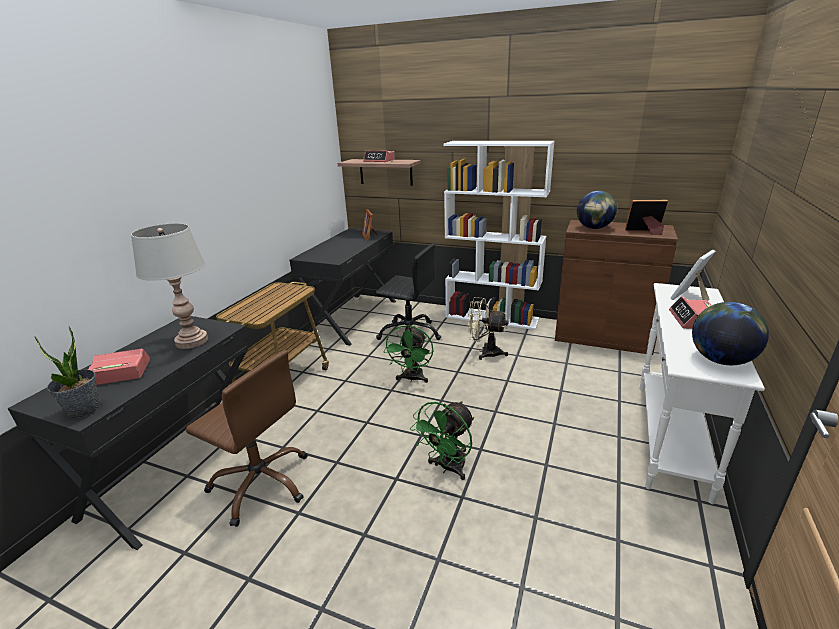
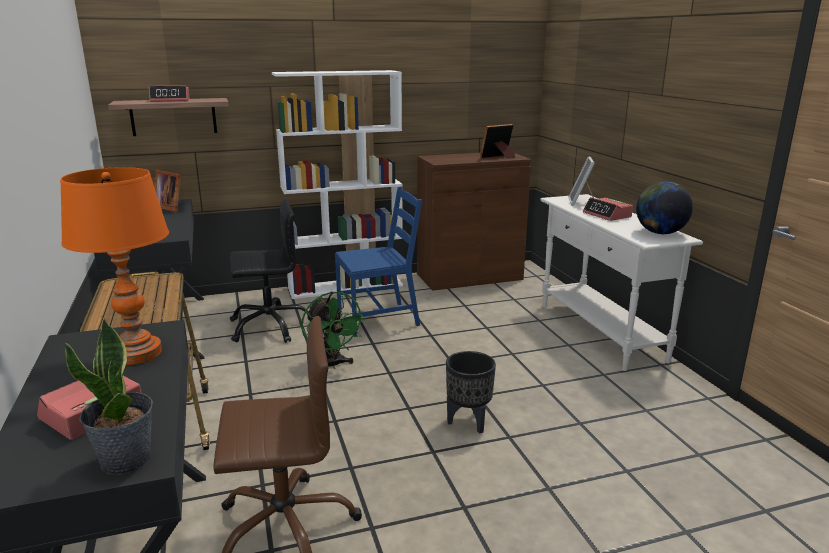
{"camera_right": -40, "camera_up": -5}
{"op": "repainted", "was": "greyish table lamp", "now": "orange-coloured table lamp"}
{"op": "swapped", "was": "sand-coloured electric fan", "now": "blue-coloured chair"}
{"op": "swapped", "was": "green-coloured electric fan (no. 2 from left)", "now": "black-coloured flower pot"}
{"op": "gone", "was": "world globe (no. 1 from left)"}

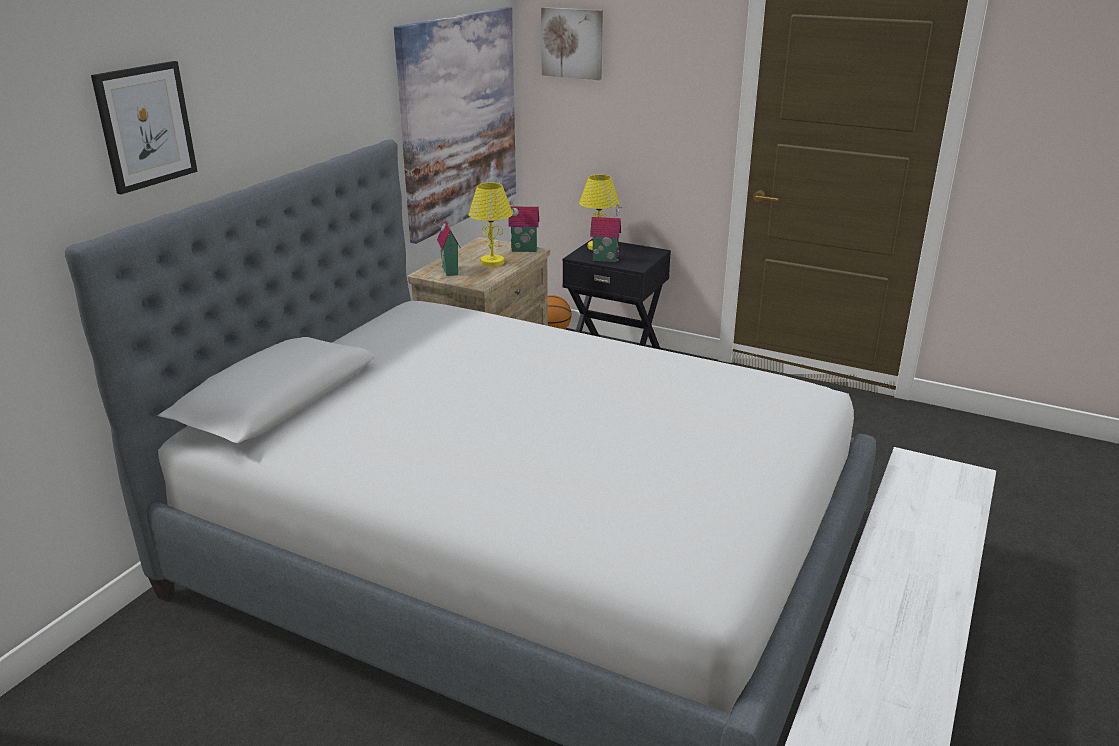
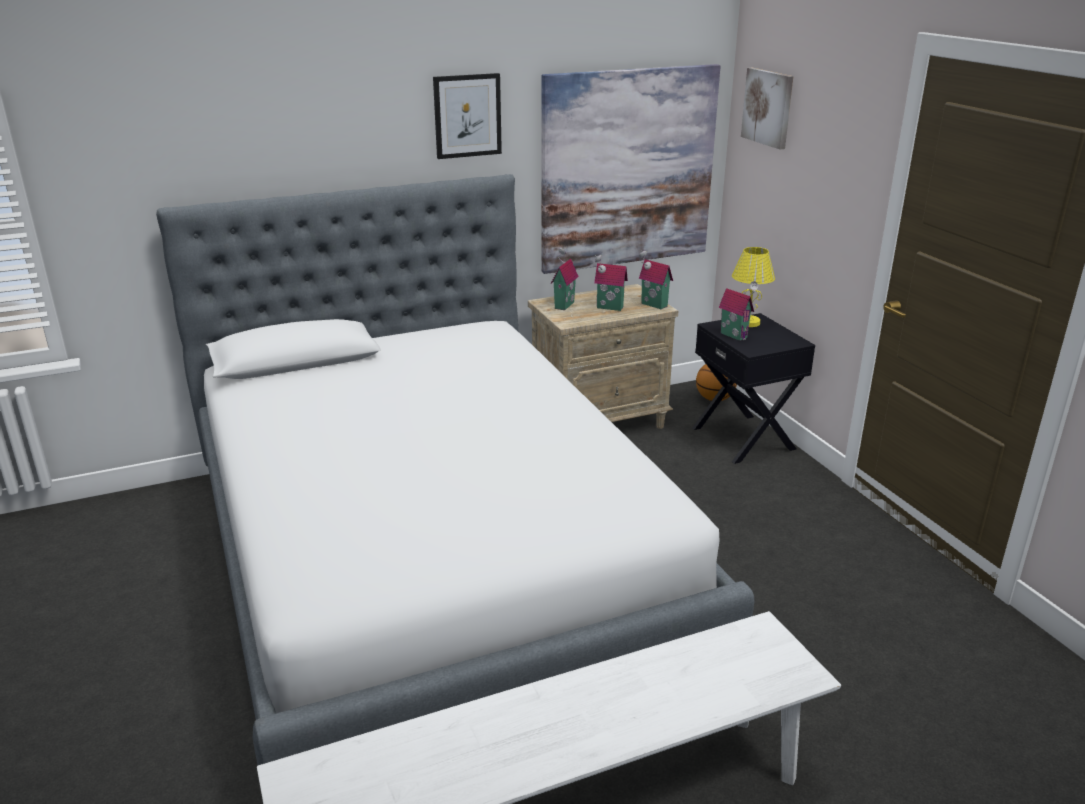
{"camera_right": 40, "camera_up": 0}
{"op": "shifted", "was": "wall picture (no. 1 from left)"}
{"op": "swapped", "was": "yellow-coloured table lamp (no. 1 from left)", "now": "miniature house (no. 2 from left)"}

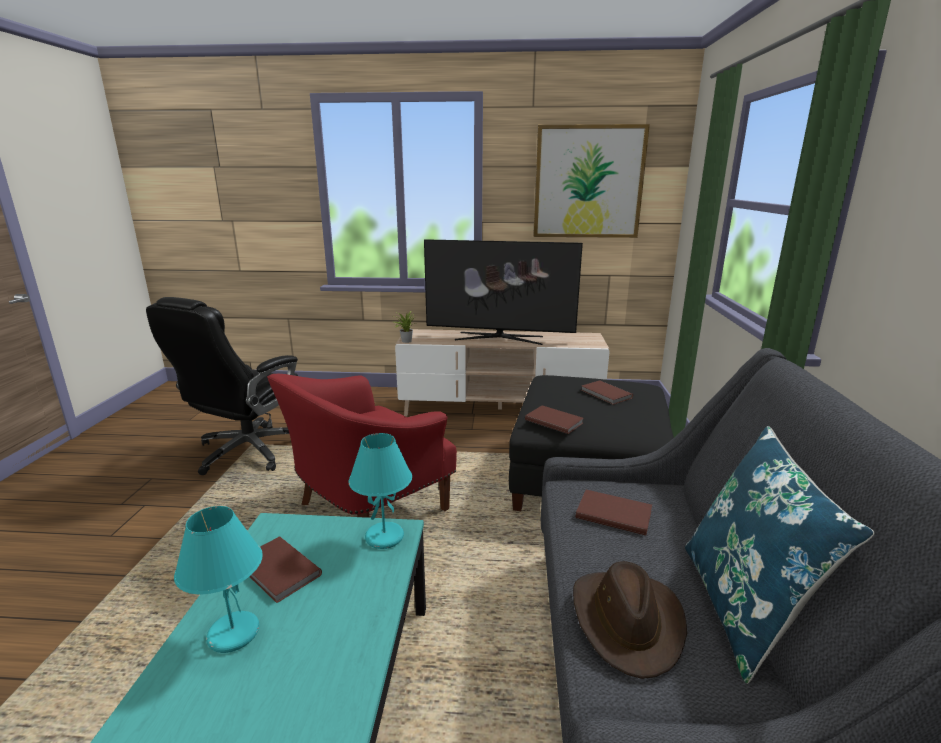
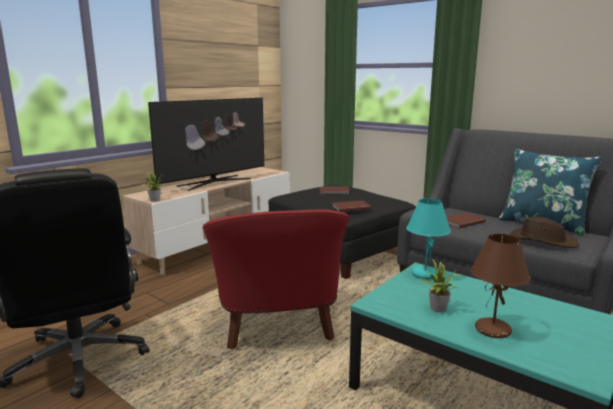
{"camera_right": -55, "camera_up": -5}
{"op": "swapped", "was": "brown-coloured bound book (no. 1 from left)", "now": "potted plant (no. 2 from left)"}
{"op": "repainted", "was": "turquoise table lamp (no. 1 from left)", "now": "brown-coloured table lamp"}
{"op": "gone", "was": "wall picture"}

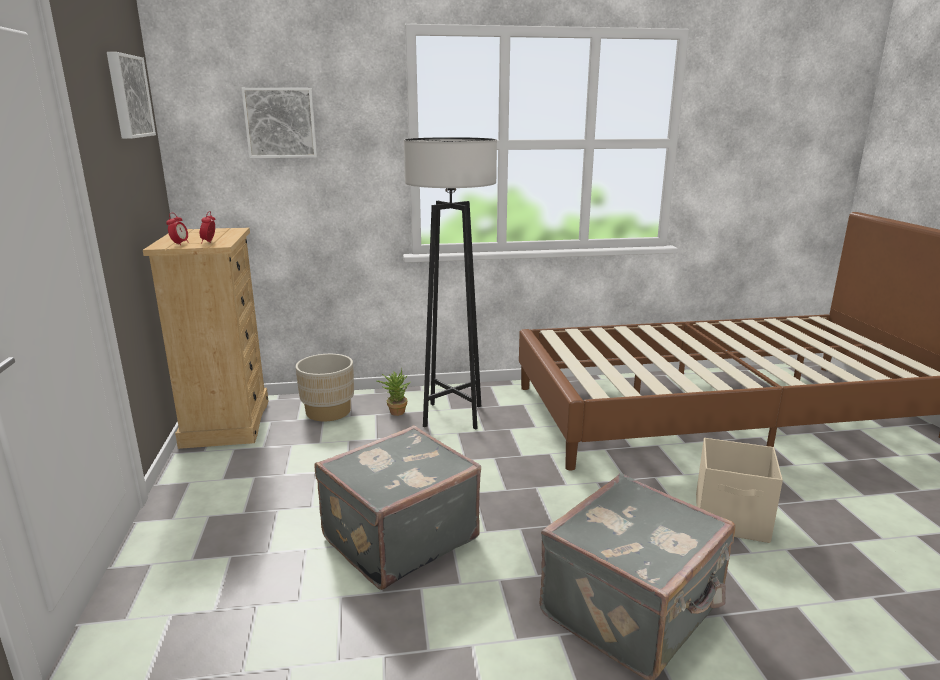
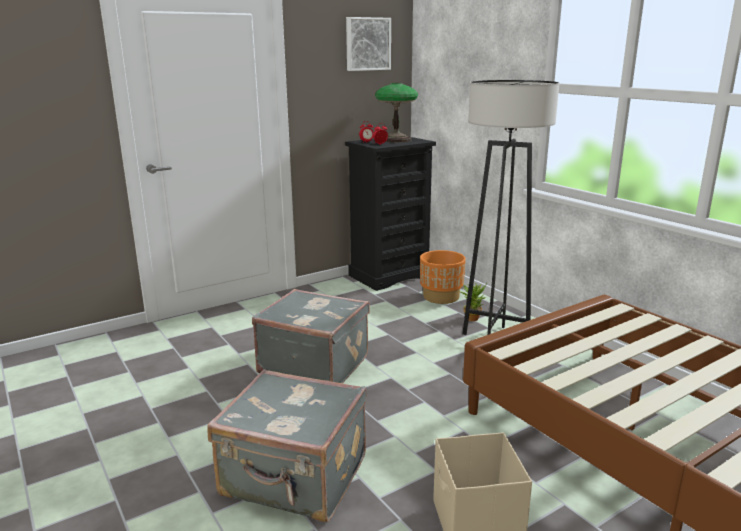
{"camera_right": 65, "camera_up": 0}
{"op": "repainted", "was": "sand-coloured drawer chest", "now": "black-coloured drawer chest"}
{"op": "new", "now": "table lamp"}
{"op": "repainted", "was": "sand-coloured flower pot", "now": "orange-coloured flower pot"}
{"op": "gone", "was": "wall picture (no. 2 from left)"}

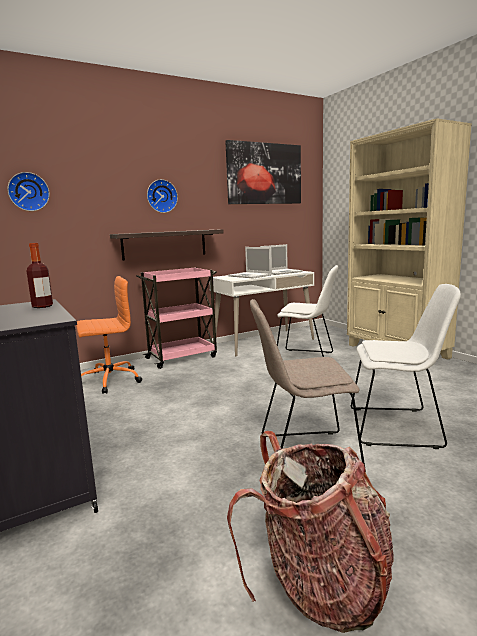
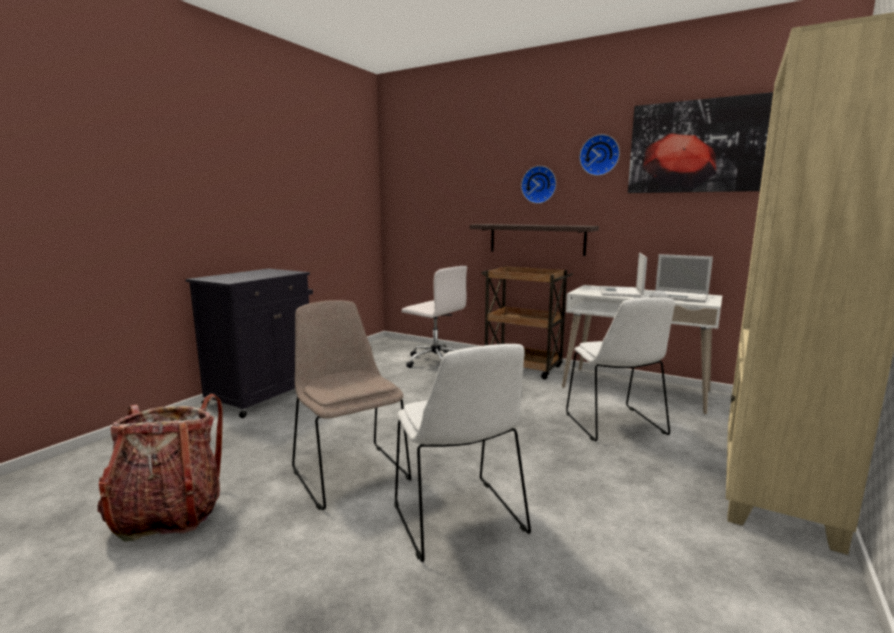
{"camera_right": 60, "camera_up": 0}
{"op": "repainted", "was": "orange-coloured computer chair", "now": "white-coloured computer chair"}
{"op": "repainted", "was": "pink-coloured trolley", "now": "brown-coloured trolley"}
{"op": "shifted", "was": "clock on the wall (no. 1 from left in the first image)", "now": "clock on the wall (no. 2 from left)"}
{"op": "gone", "was": "beverage bottle"}

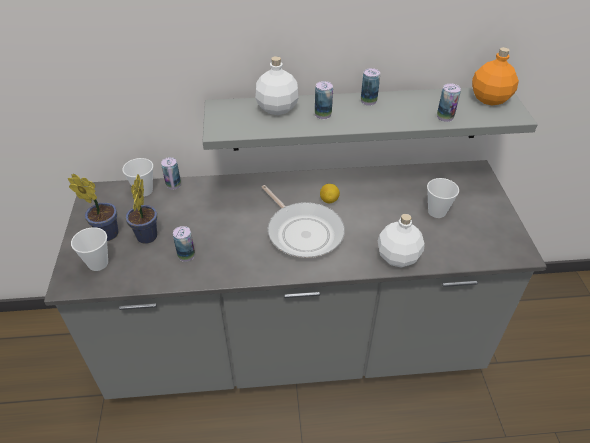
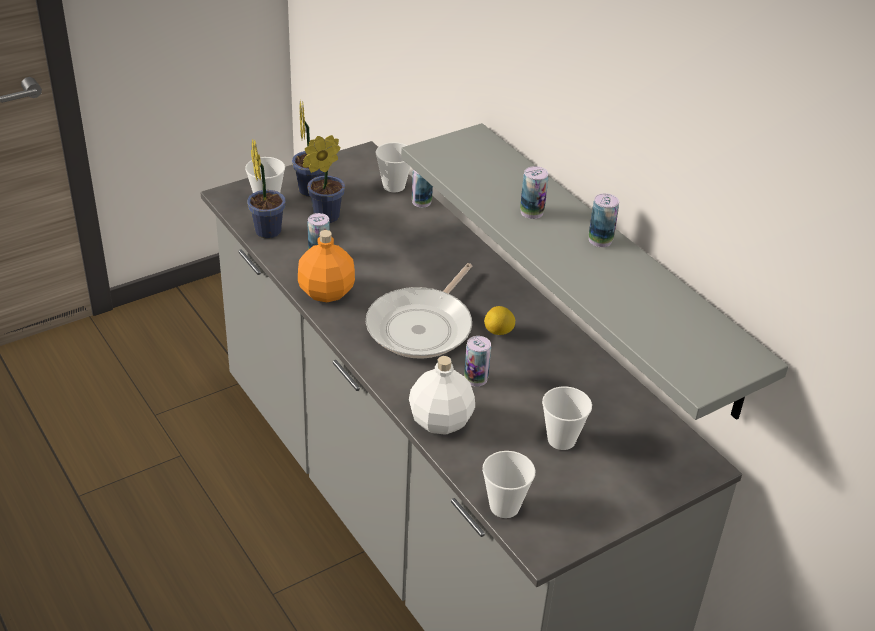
{"camera_right": 60, "camera_up": -5}
{"op": "new", "now": "potted plant (no. 1 from left)"}
{"op": "shifted", "was": "orange-coloured beverage bottle"}
{"op": "shifted", "was": "can (no. 5 from left in the first image)", "now": "can (no. 3 from left)"}
{"op": "new", "now": "cup (no. 3 from left)"}
{"op": "gone", "was": "white-coloured beverage bottle (no. 1 from left)"}

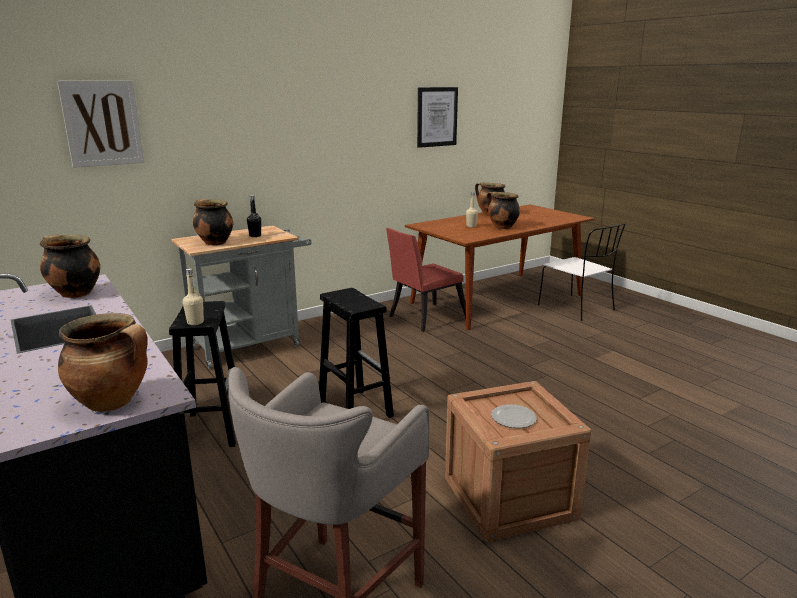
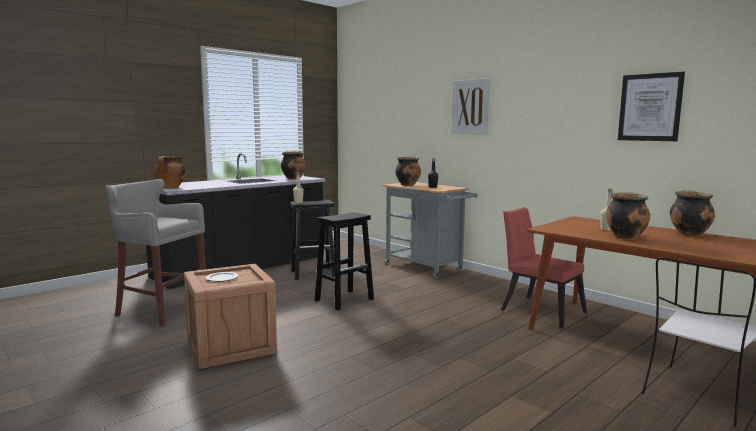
{"camera_right": 80, "camera_up": -10}
{"op": "shifted", "was": "wall picture (no. 1 from left)"}

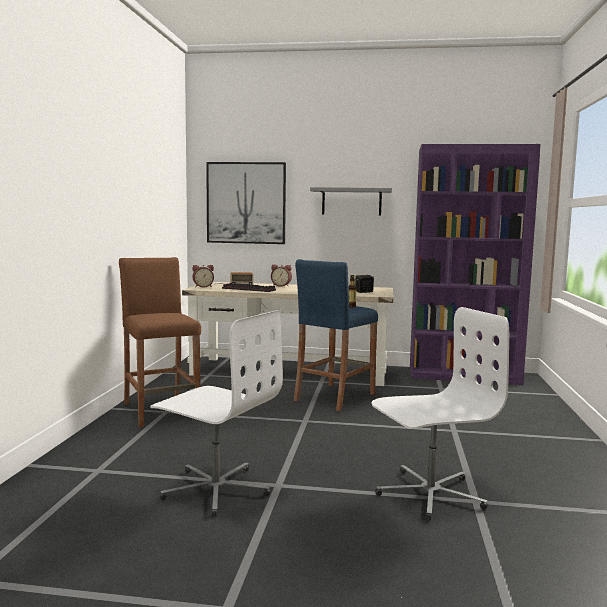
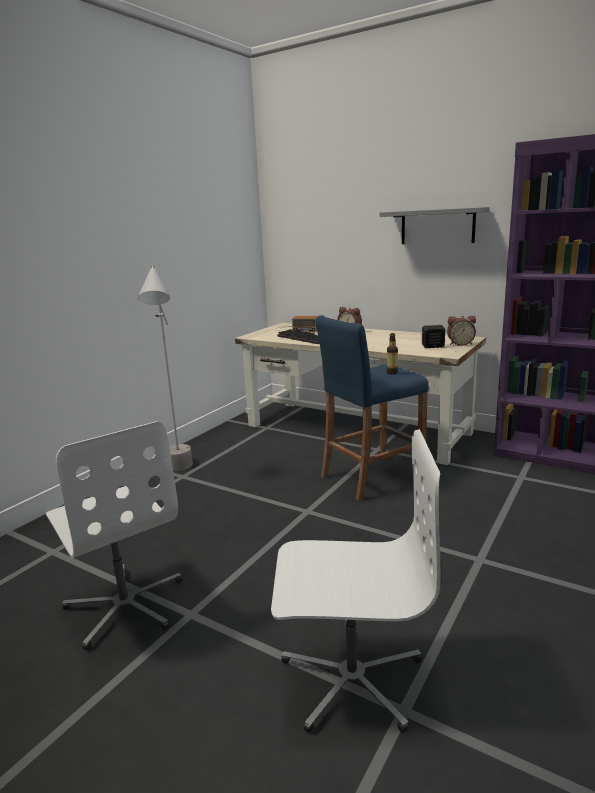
{"camera_right": 25, "camera_up": 10}
{"op": "swapped", "was": "brown-coloured stool", "now": "greyish floor lamp"}
{"op": "shifted", "was": "table clock (no. 1 from left in the first image)", "now": "table clock (no. 2 from left)"}
{"op": "gone", "was": "wall picture"}

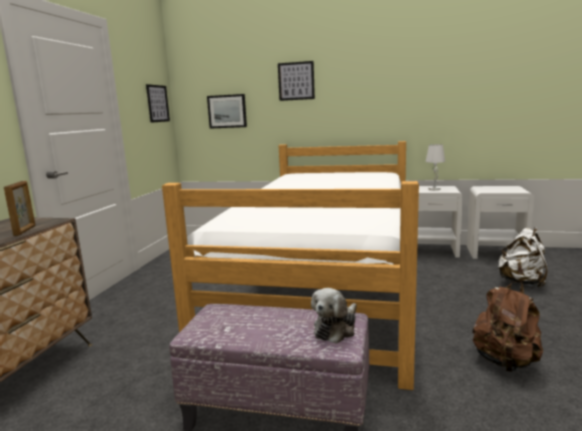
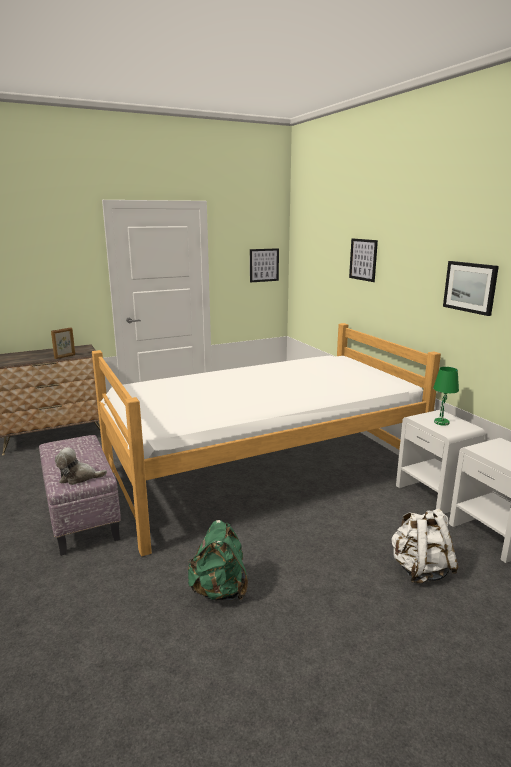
{"camera_right": 50, "camera_up": 5}
{"op": "repainted", "was": "brown-coloured rucksack", "now": "green-coloured rucksack"}
{"op": "repainted", "was": "white-coloured table lamp", "now": "green-coloured table lamp"}
{"op": "shifted", "was": "wall picture (no. 2 from left in the first image)", "now": "wall picture (no. 3 from left)"}

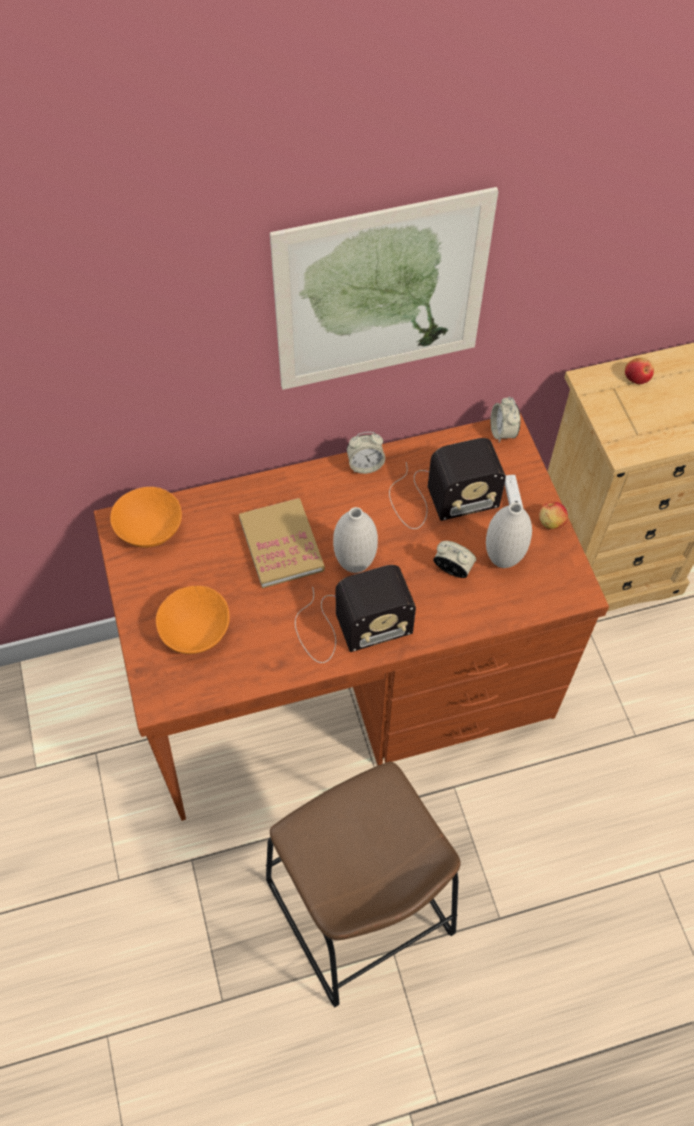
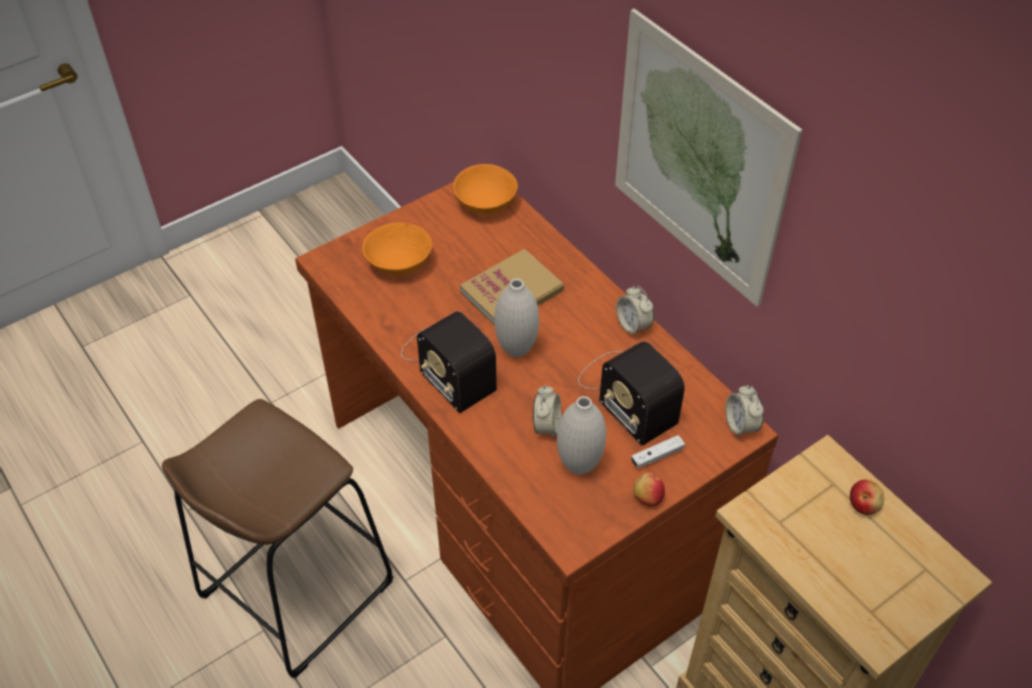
{"camera_right": 70, "camera_up": -10}
{"op": "rotated", "was": "table clock (no. 3 from left)", "clockwise": -75}

